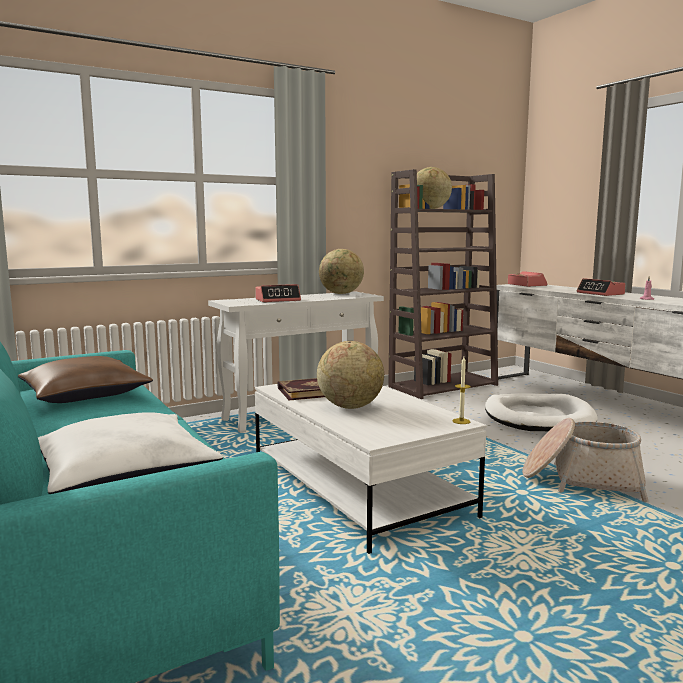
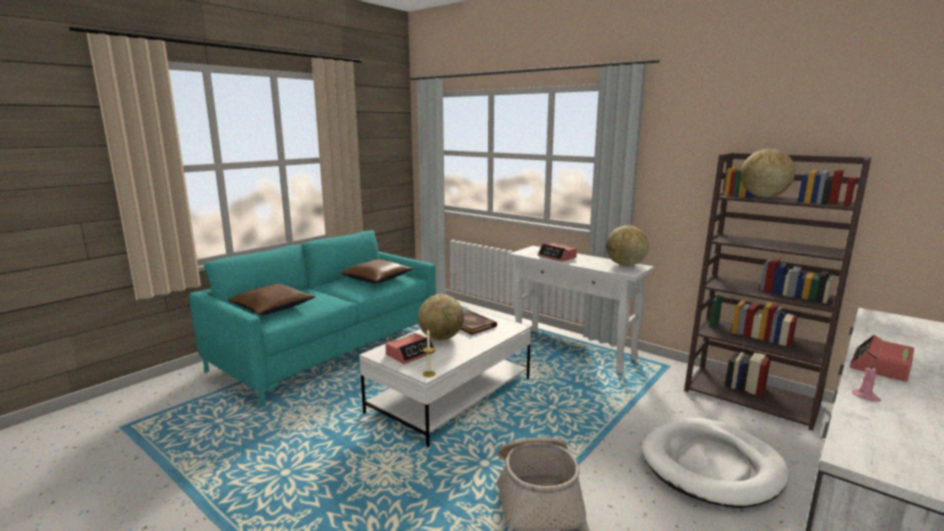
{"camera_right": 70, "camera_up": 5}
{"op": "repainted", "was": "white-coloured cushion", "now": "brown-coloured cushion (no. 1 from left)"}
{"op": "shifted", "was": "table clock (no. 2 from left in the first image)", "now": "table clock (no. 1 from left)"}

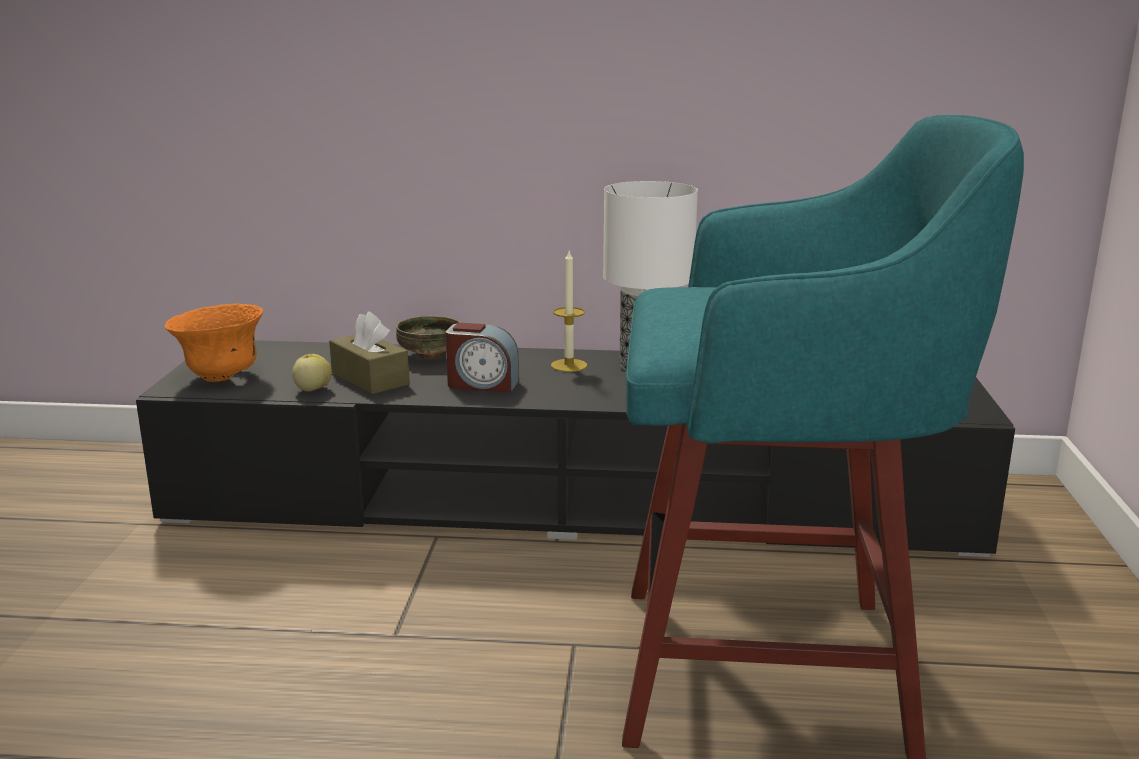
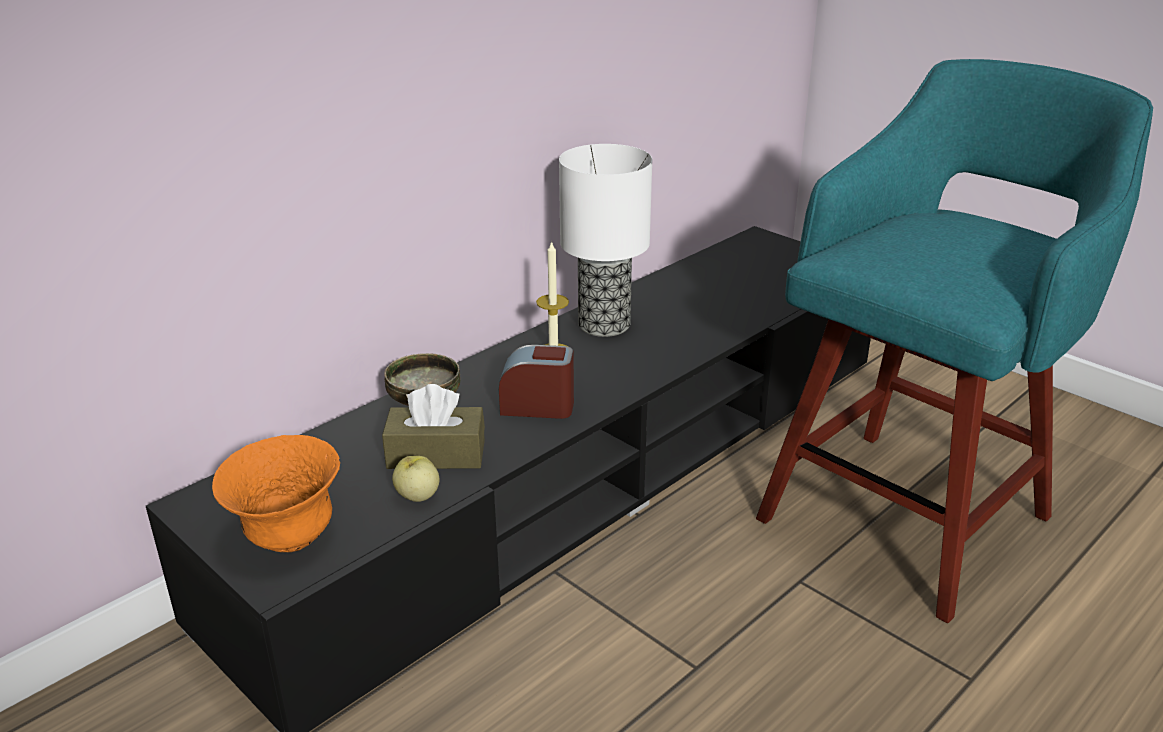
{"camera_right": -50, "camera_up": 10}
{"op": "rotated", "was": "table clock", "clockwise": -135}

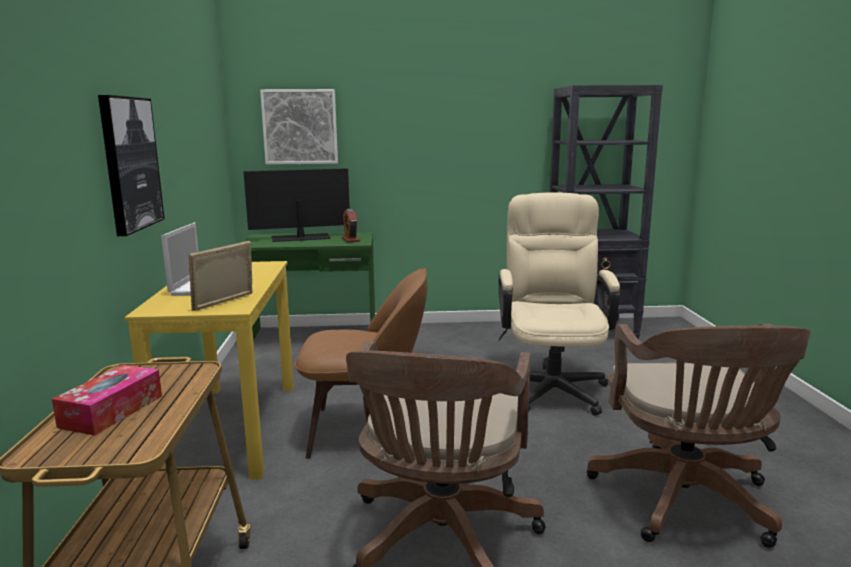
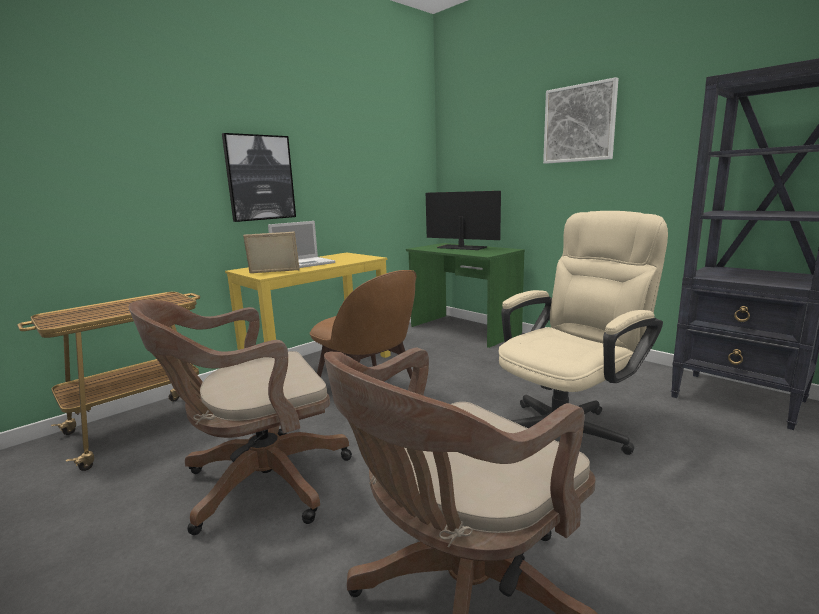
{"camera_right": 50, "camera_up": 0}
{"op": "shifted", "was": "wall picture (no. 2 from left)"}
{"op": "gone", "was": "tissue box"}
{"op": "gone", "was": "table clock"}

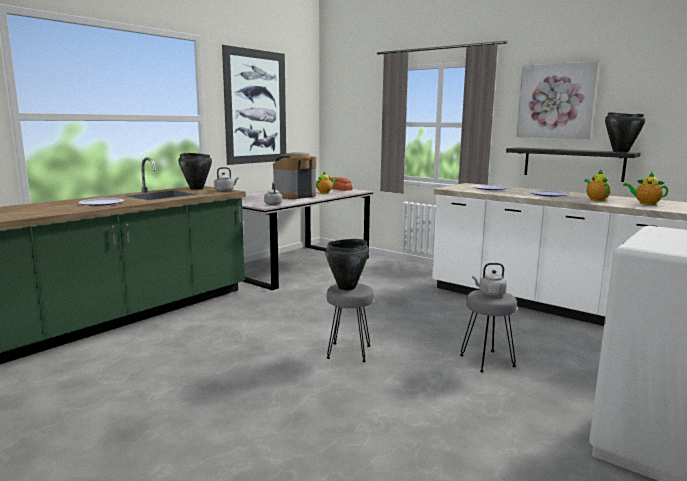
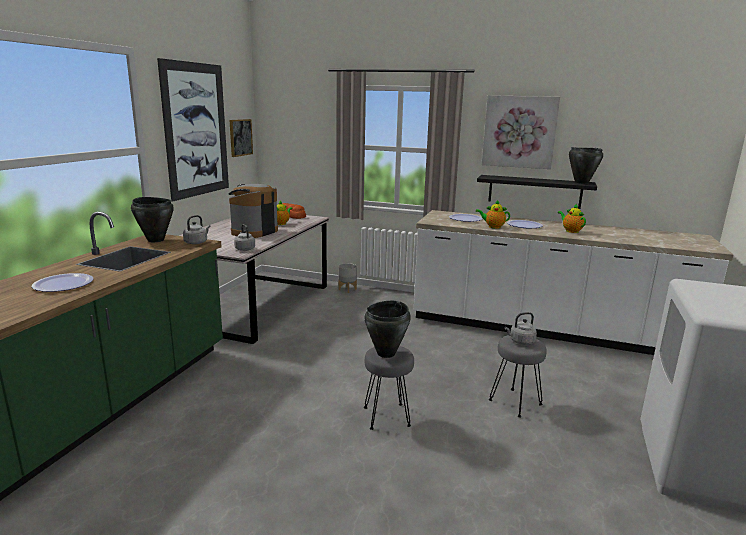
{"camera_right": -20, "camera_up": 5}
{"op": "new", "now": "wall picture (no. 2 from left)"}
{"op": "new", "now": "greyish flower pot"}
{"op": "shifted", "was": "teapot (no. 3 from left in the first image)", "now": "teapot (no. 2 from left)"}

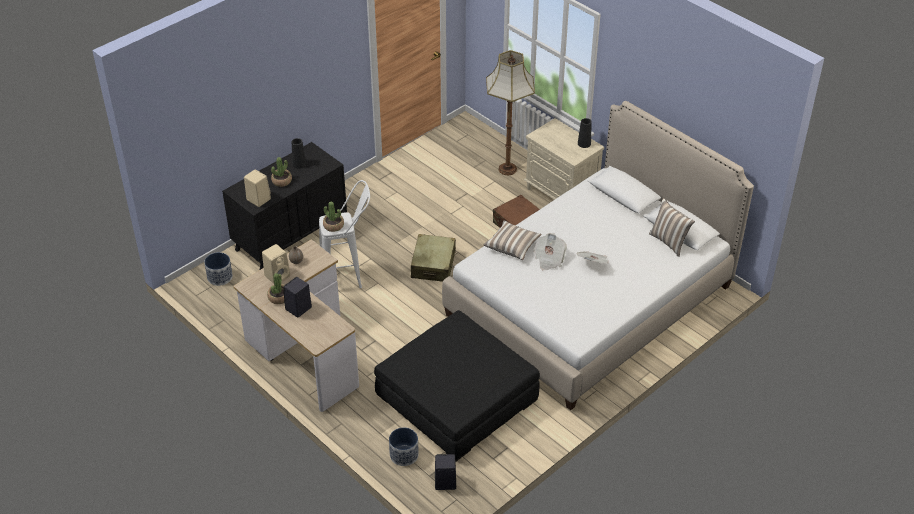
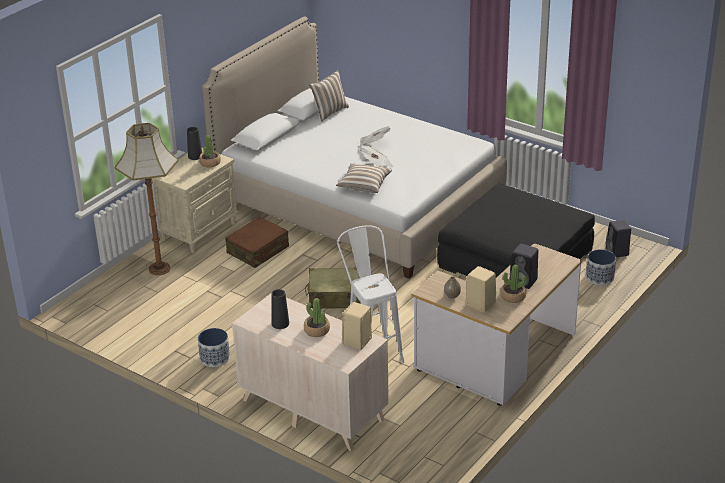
{"camera_right": -100, "camera_up": -10}
{"op": "shifted", "was": "flower pot (no. 1 from left)"}
{"op": "shifted", "was": "potted plant (no. 3 from left in the first image)", "now": "potted plant (no. 1 from left)"}
{"op": "repainted", "was": "black-coloured drawer chest", "now": "sand-coloured drawer chest"}

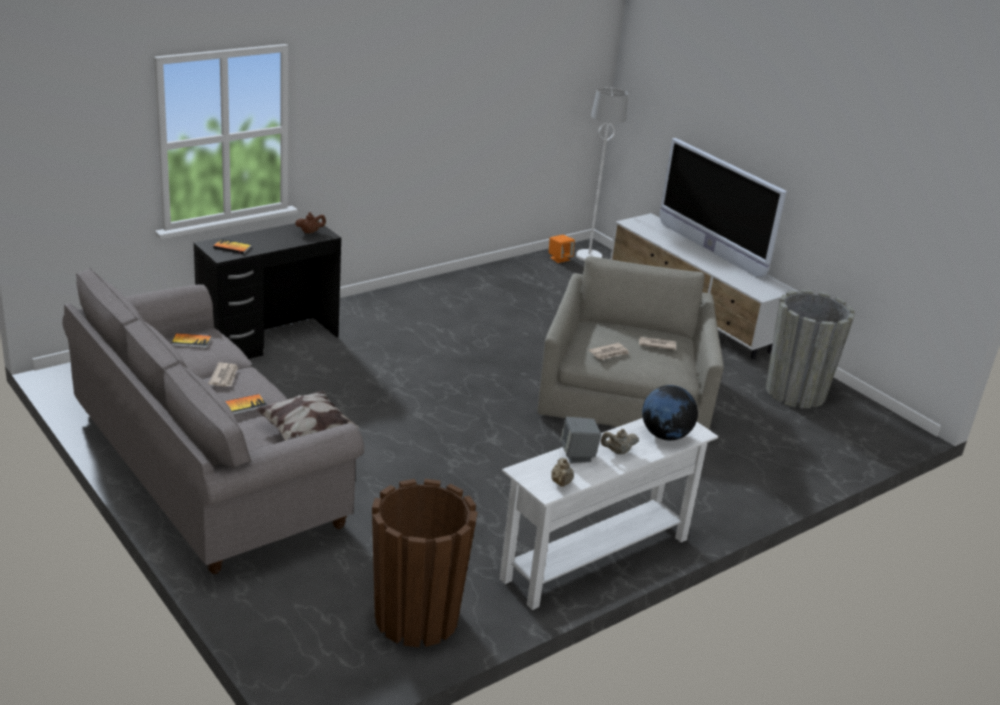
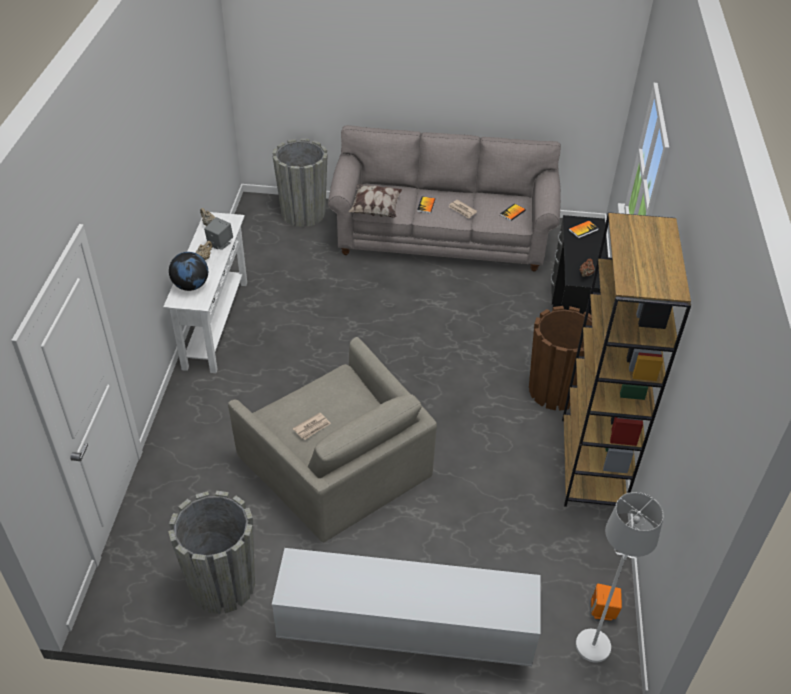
{"camera_right": 135, "camera_up": 15}
{"op": "new", "now": "greyish flower pot (no. 2 from left)"}
{"op": "shifted", "was": "brown-coloured flower pot"}
{"op": "new", "now": "brown-coloured shelving unit"}
{"op": "gone", "was": "printed paper (no. 2 from left)"}
{"op": "gone", "was": "TV set"}

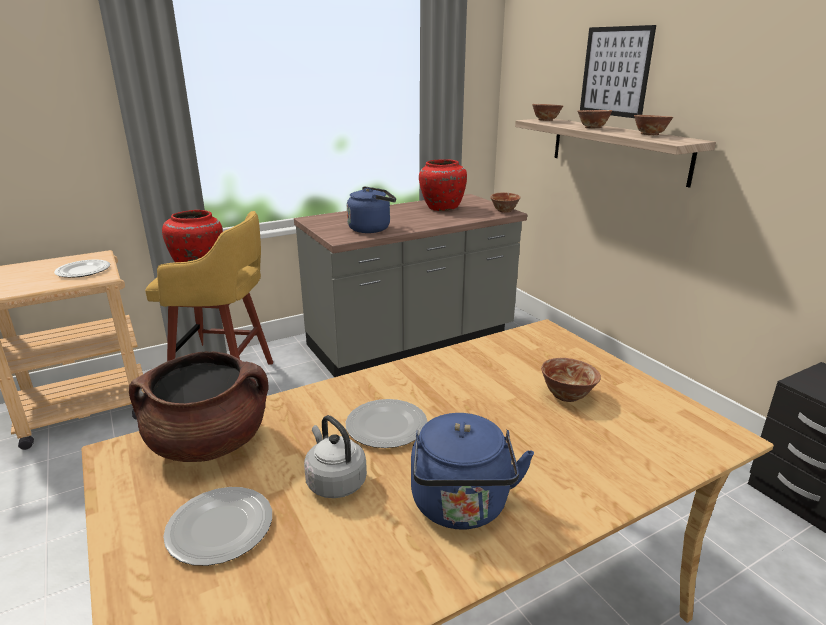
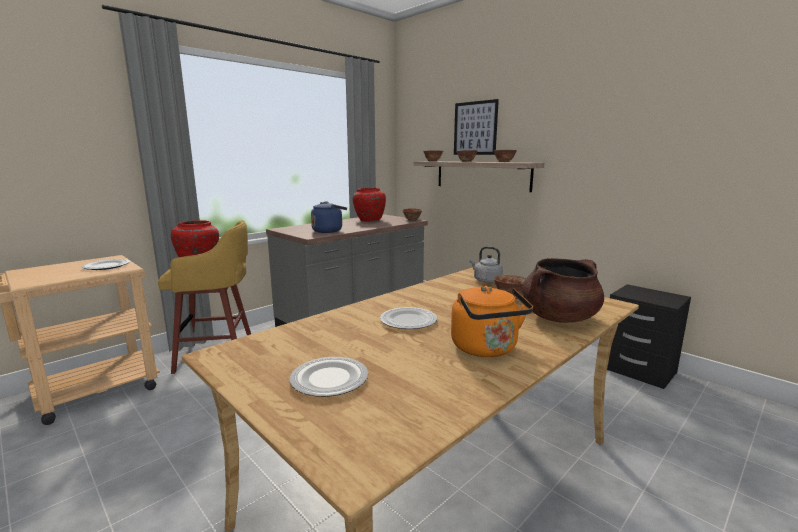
{"camera_right": -15, "camera_up": -10}
{"op": "repainted", "was": "blue-coloured tea kettle (no. 2 from left)", "now": "orange-coloured tea kettle"}
{"op": "shifted", "was": "greyish tea kettle"}
{"op": "shifted", "was": "brown-coloured stockpot"}

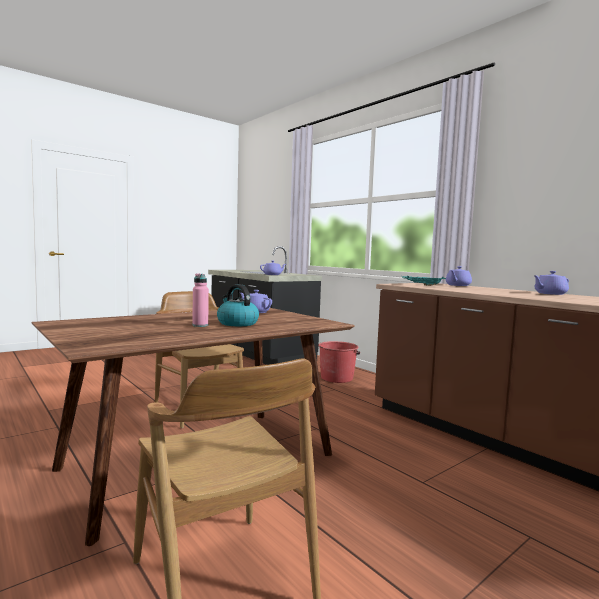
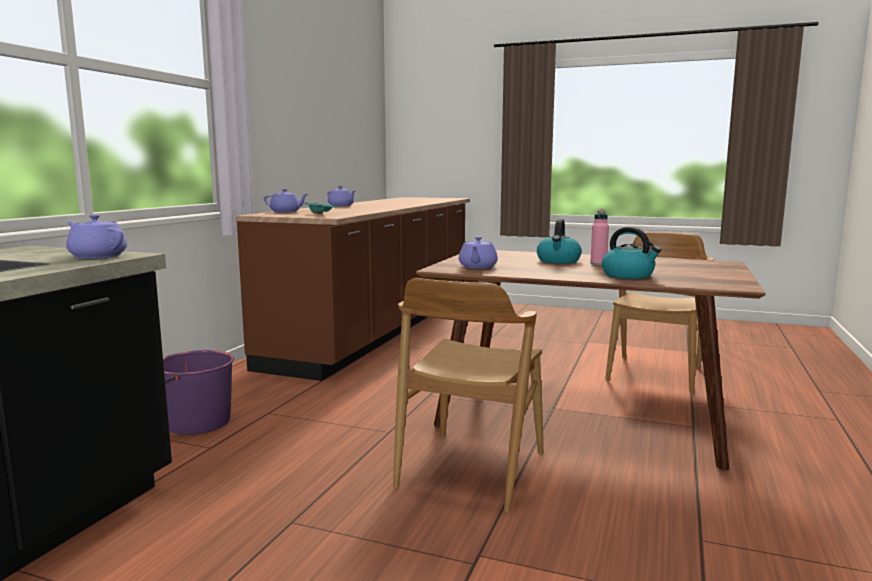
{"camera_right": -120, "camera_up": 5}
{"op": "repainted", "was": "red water bucket", "now": "purple-coloured water bucket"}
{"op": "new", "now": "tea kettle (no. 2 from left)"}

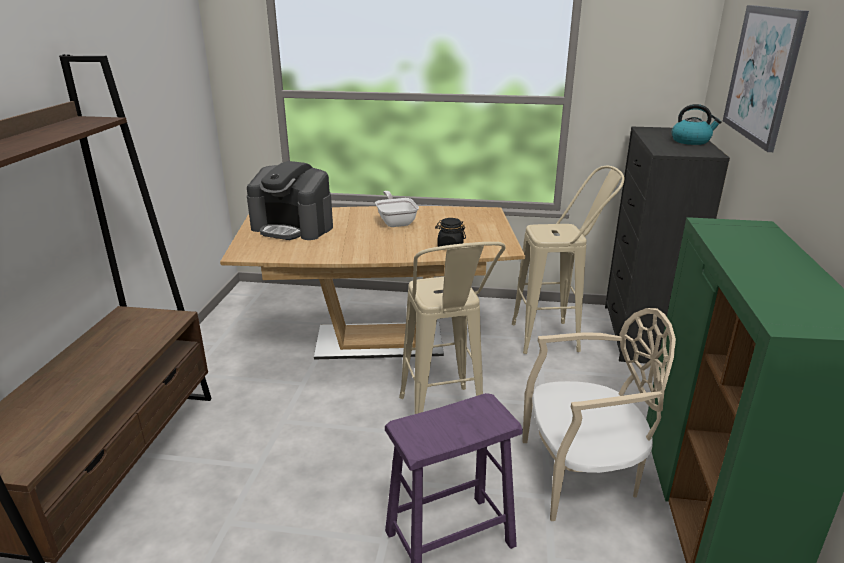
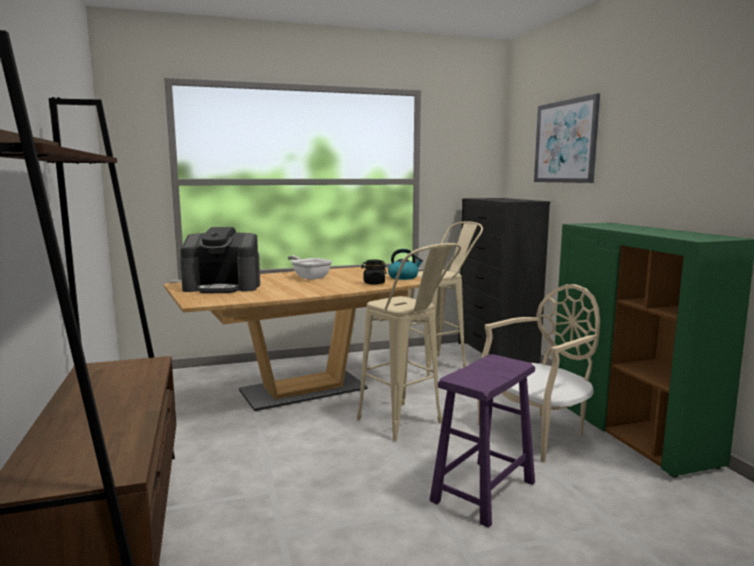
{"camera_right": -25, "camera_up": -15}
{"op": "shifted", "was": "tea kettle"}

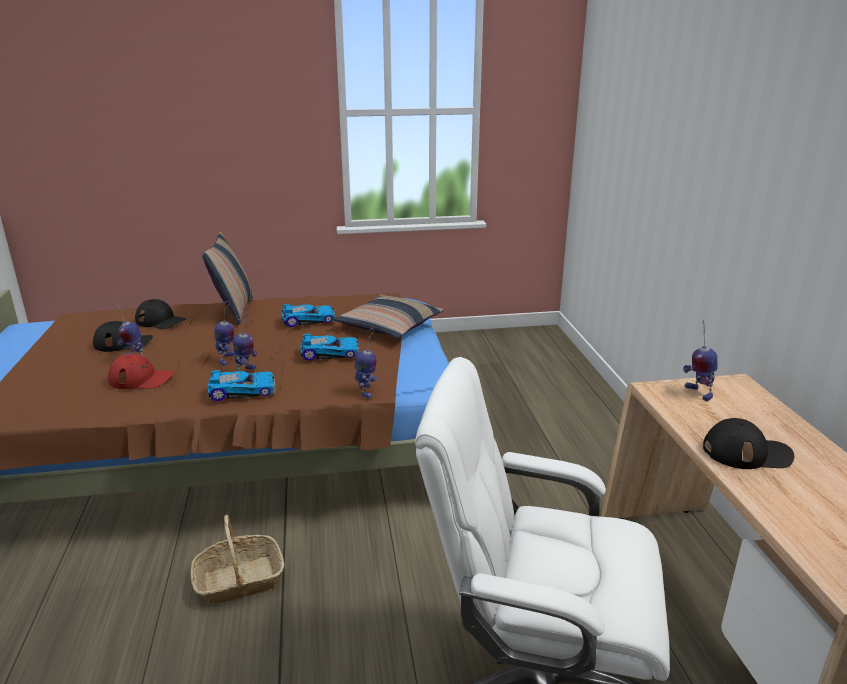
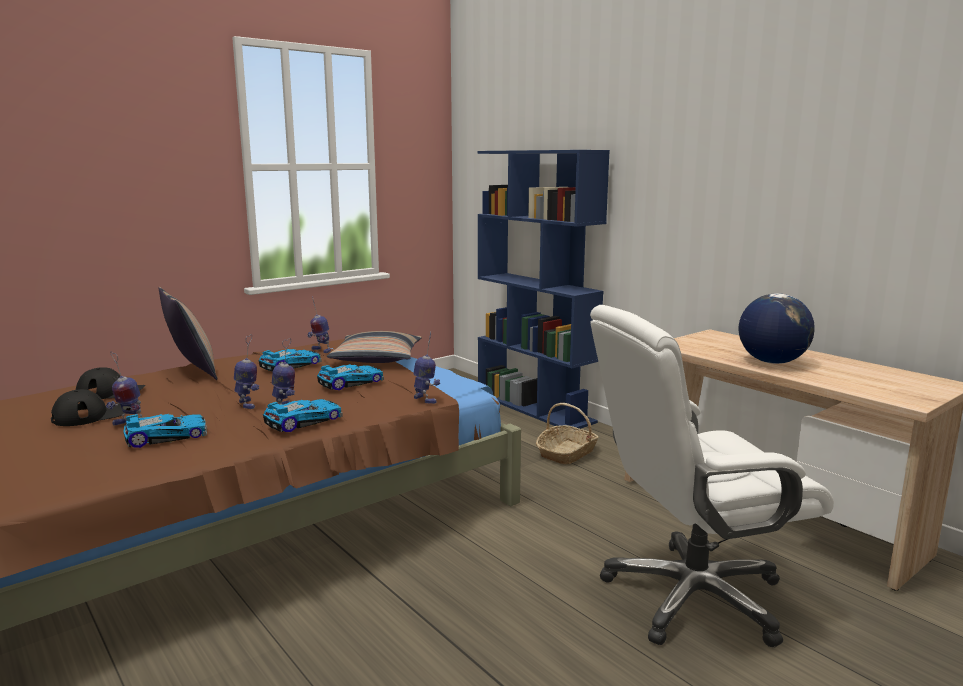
{"camera_right": -30, "camera_up": -10}
{"op": "swapped", "was": "red peaked cap", "now": "miniature car (no. 1 from left)"}
{"op": "shifted", "was": "toy robot (no. 5 from left in the first image)", "now": "toy robot (no. 4 from left)"}
{"op": "new", "now": "blue-coloured shelving unit"}
{"op": "shifted", "was": "storage basket"}
{"op": "swapped", "was": "black-coloured peaked cap (no. 3 from left)", "now": "world globe"}

